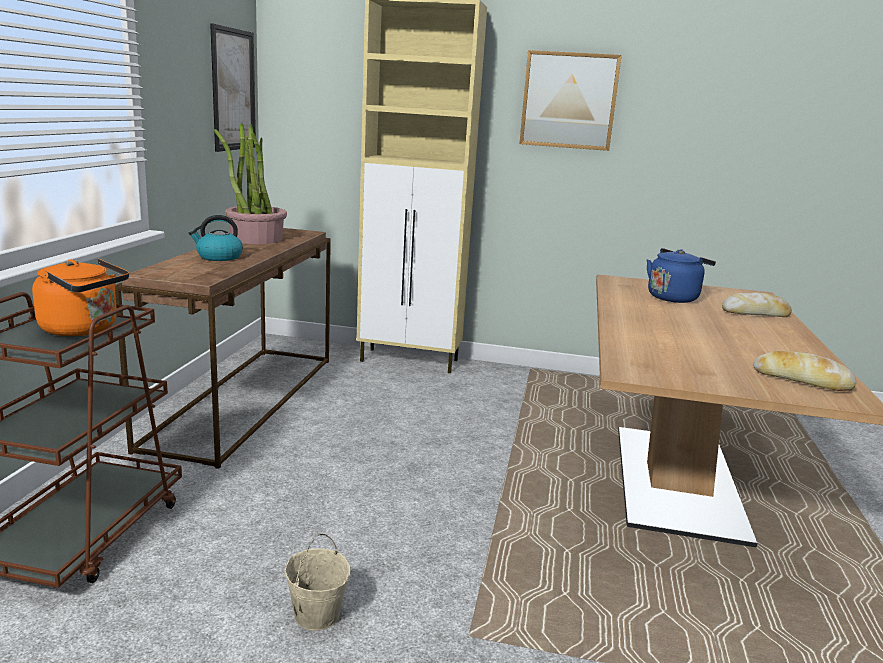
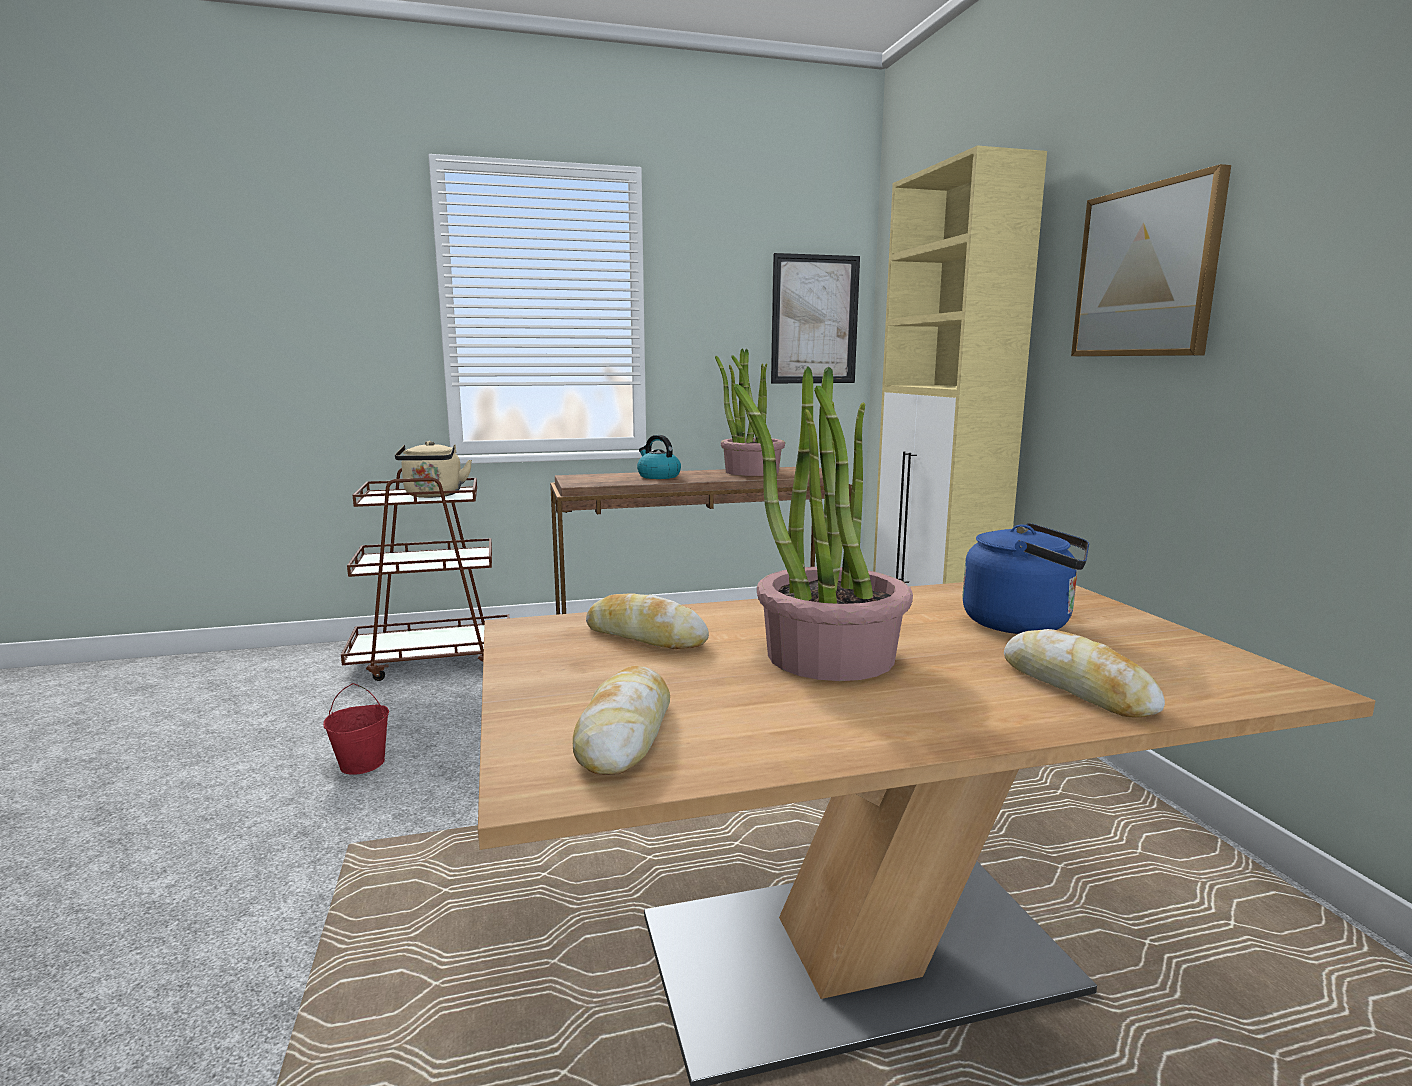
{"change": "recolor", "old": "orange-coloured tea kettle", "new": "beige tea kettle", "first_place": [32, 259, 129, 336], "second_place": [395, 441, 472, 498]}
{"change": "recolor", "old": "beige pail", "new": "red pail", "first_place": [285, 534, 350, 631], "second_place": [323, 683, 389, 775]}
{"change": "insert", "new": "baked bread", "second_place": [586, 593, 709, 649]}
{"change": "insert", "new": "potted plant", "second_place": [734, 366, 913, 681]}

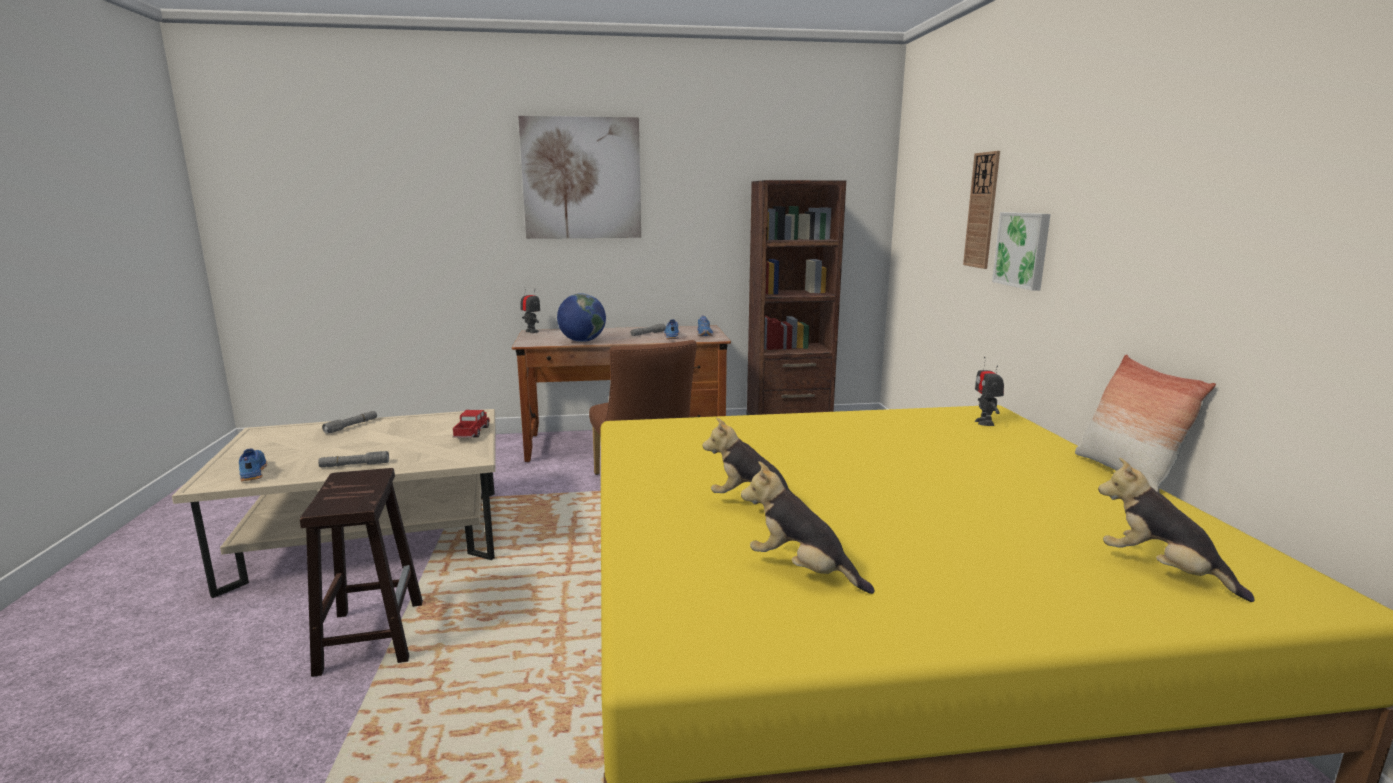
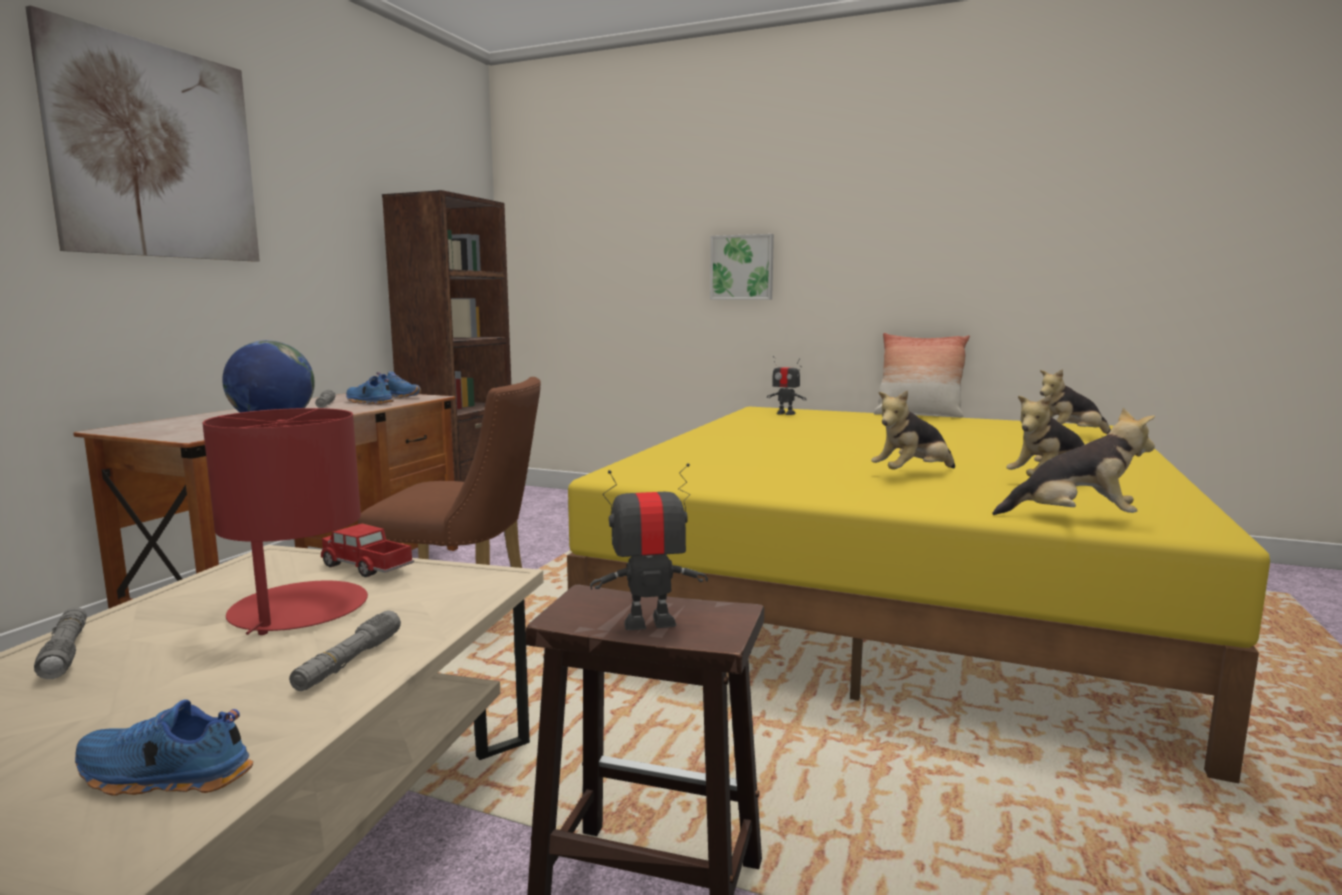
{"change": "move", "old": "toy robot", "first_place": [520, 288, 540, 333], "second_place": [590, 463, 708, 630]}
{"change": "delete", "old": "wall clock", "first_place": [963, 151, 1000, 269]}
{"change": "insert", "new": "red lamp for a table", "second_place": [202, 408, 368, 635]}
{"change": "insert", "new": "soft toy", "second_place": [992, 408, 1155, 515]}

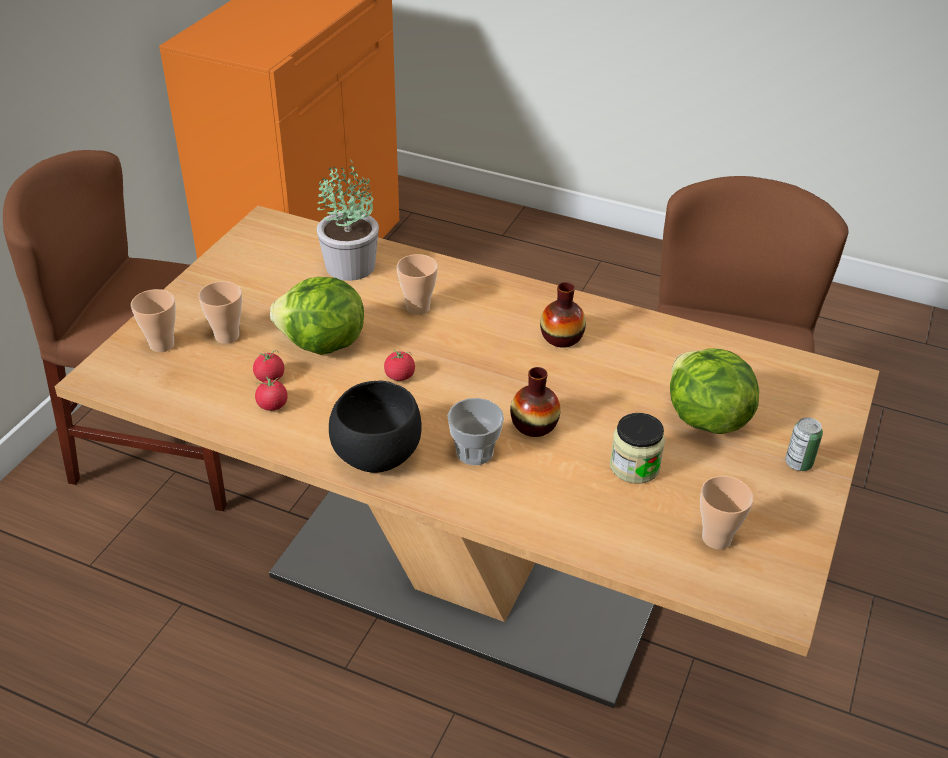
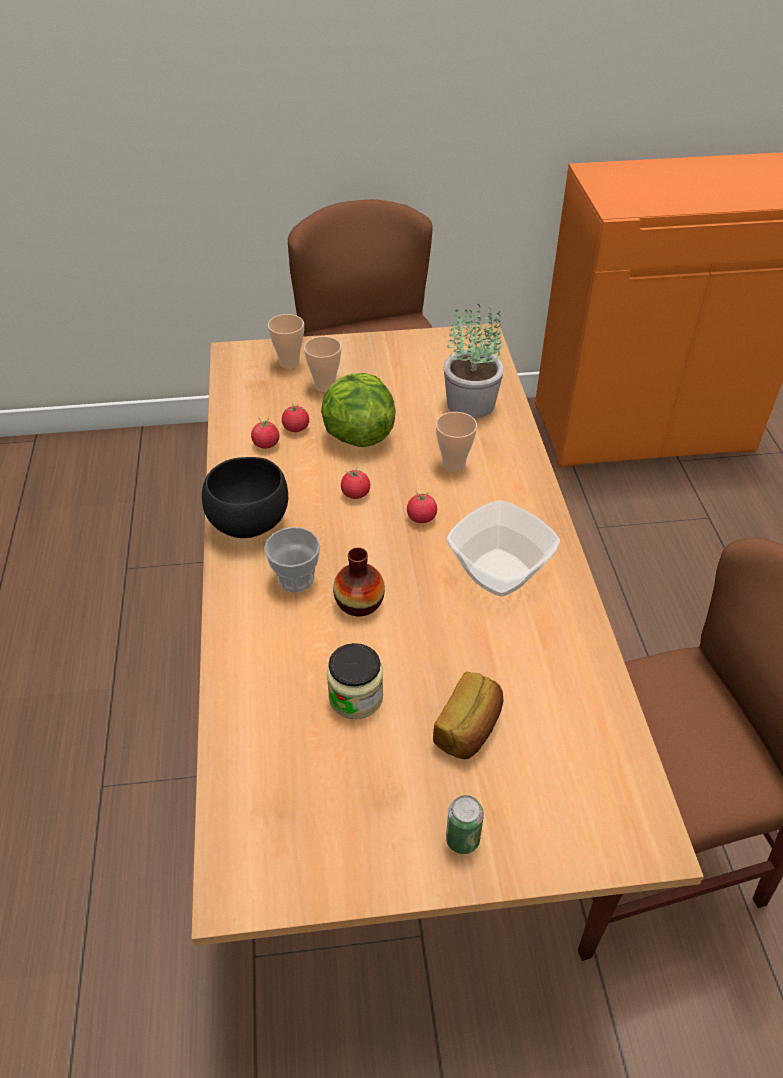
{"change": "replace", "old": "decorative vase", "new": "bowl", "first_place": [540, 282, 586, 348], "second_place": [446, 500, 560, 596]}
{"change": "replace", "old": "lettuce head", "new": "baked bread", "first_place": [670, 348, 759, 434], "second_place": [433, 672, 504, 759]}
{"change": "delete", "old": "cup", "first_place": [700, 476, 754, 549]}
{"change": "insert", "new": "tomato", "second_place": [407, 491, 437, 523]}

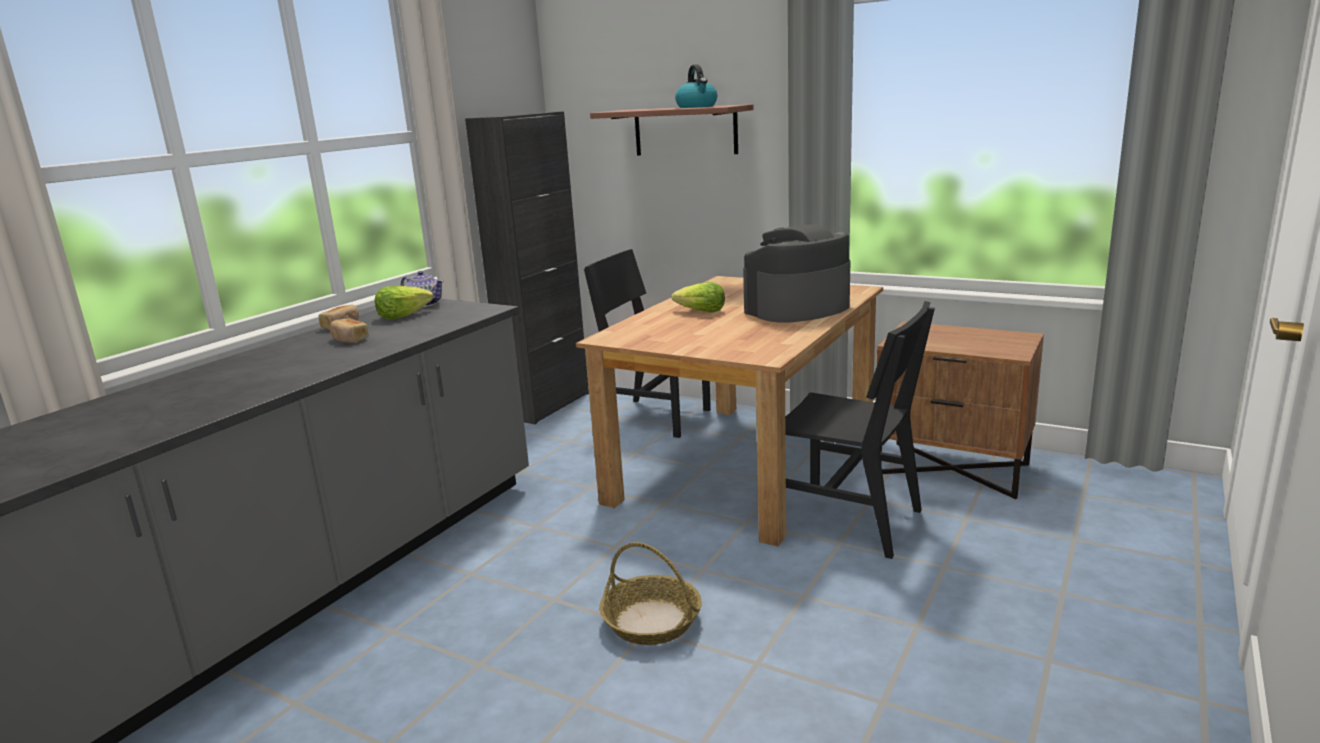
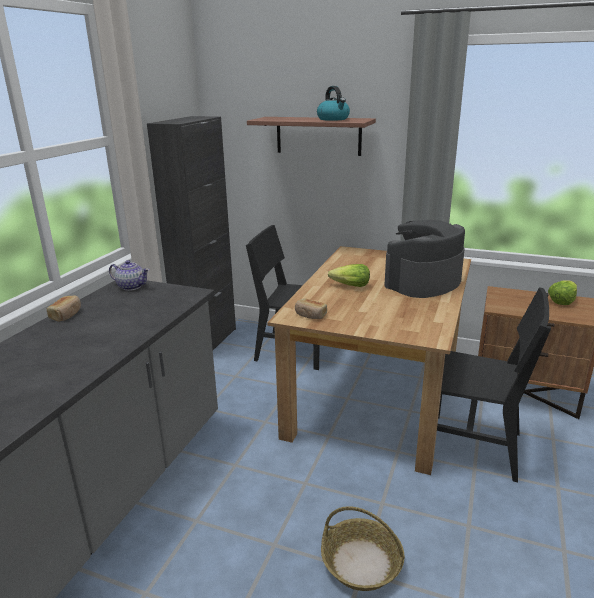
{"change": "move", "old": "baked bread", "first_place": [330, 318, 369, 343], "second_place": [295, 299, 327, 319]}
{"change": "move", "old": "lettuce head", "first_place": [375, 286, 433, 319], "second_place": [548, 280, 577, 305]}

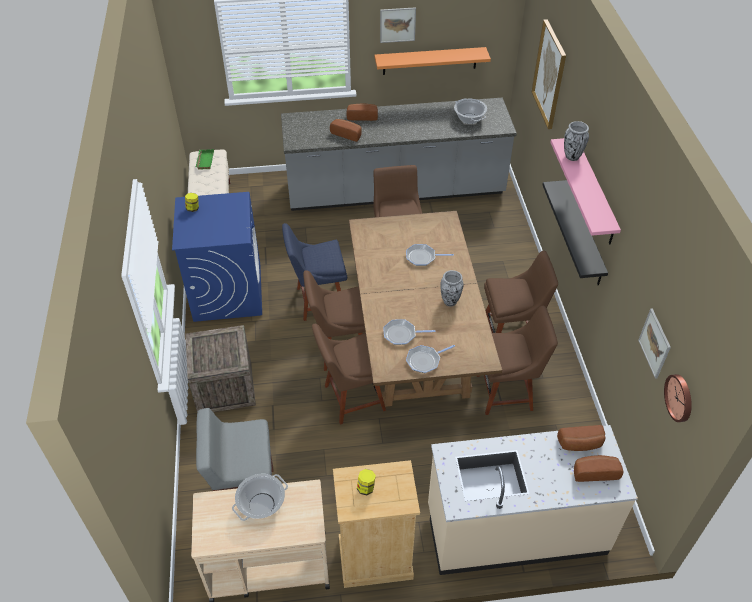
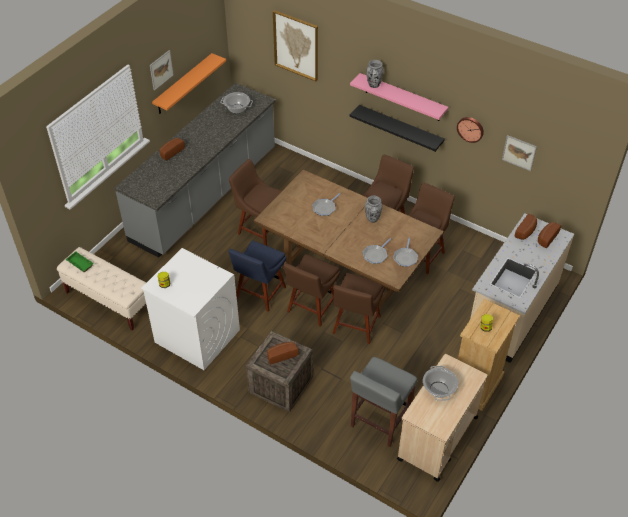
{"change": "recolor", "old": "blue-coloured laundry machine", "new": "white laundry machine", "first_place": [172, 192, 262, 322], "second_place": [141, 248, 240, 370]}
{"change": "move", "old": "baked bread", "first_place": [330, 119, 362, 142], "second_place": [267, 342, 299, 364]}
{"change": "move", "old": "wall clock", "first_place": [664, 374, 692, 422], "second_place": [457, 117, 484, 143]}

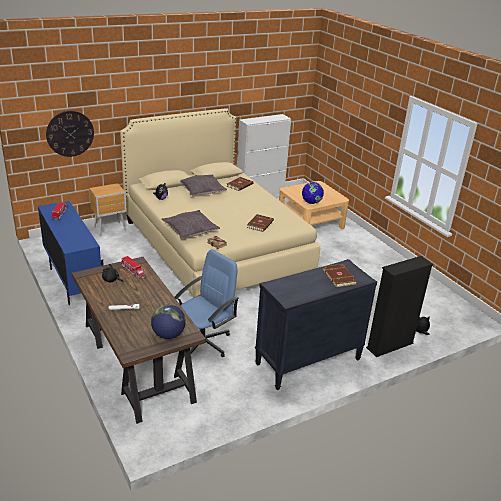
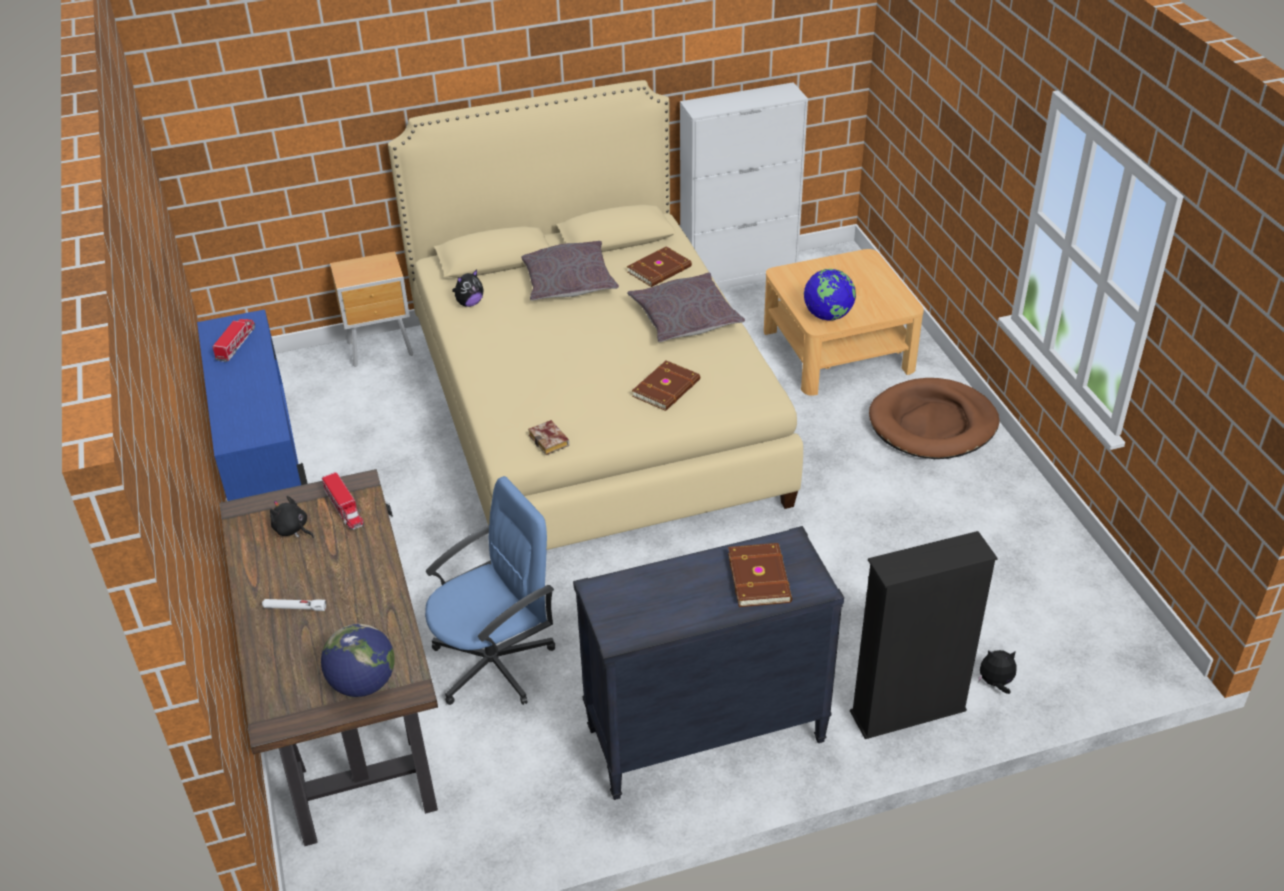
{"change": "delete", "old": "wall clock", "first_place": [46, 111, 94, 157]}
{"change": "move", "old": "greyish cushion", "first_place": [161, 210, 220, 239], "second_place": [627, 272, 745, 342]}
{"change": "insert", "new": "brown dog bed", "second_place": [869, 378, 999, 459]}

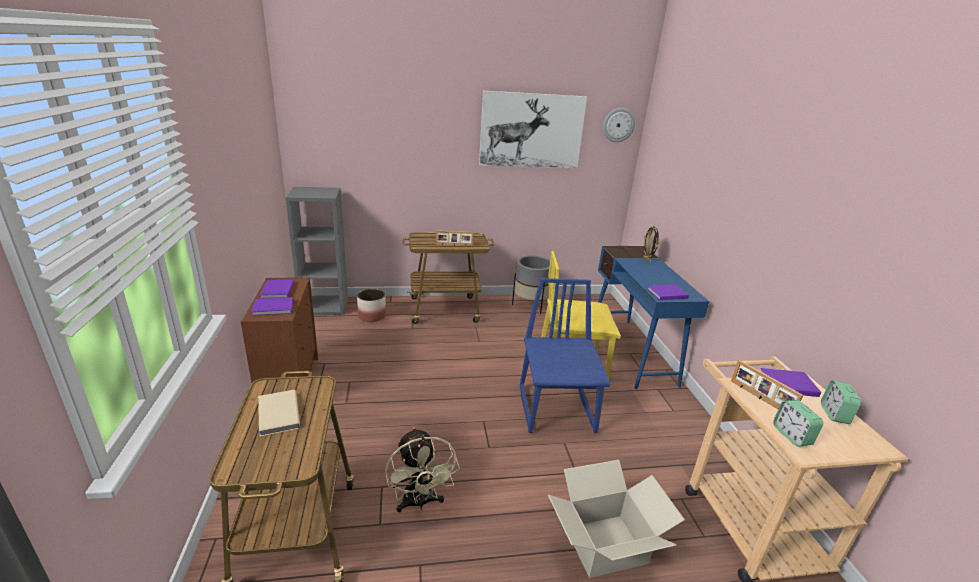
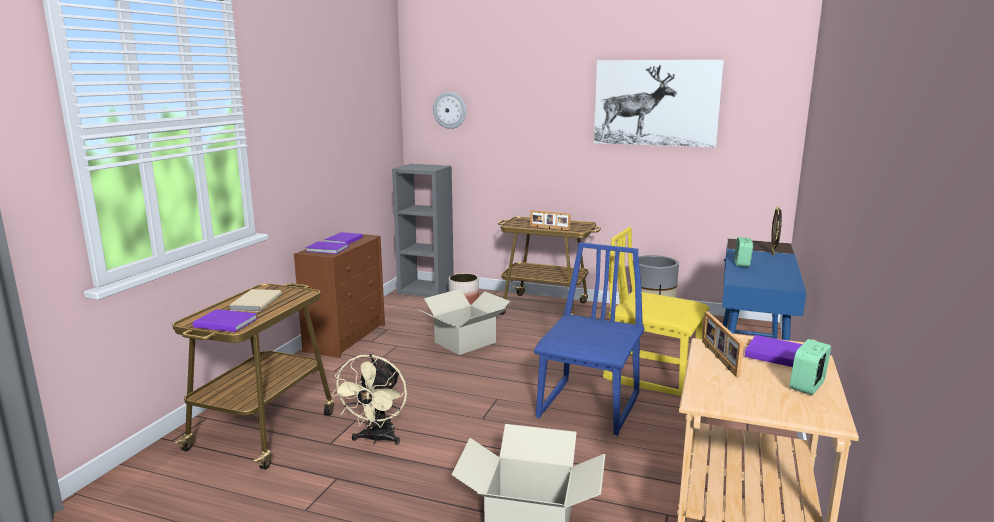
{"change": "move", "old": "wall clock", "first_place": [603, 108, 635, 142], "second_place": [433, 92, 466, 129]}
{"change": "move", "old": "purple book", "first_place": [647, 284, 689, 300], "second_place": [193, 309, 258, 332]}
{"change": "move", "old": "table clock", "first_place": [773, 400, 823, 447], "second_place": [734, 237, 753, 267]}
{"change": "insert", "new": "carton", "second_place": [419, 289, 510, 355]}

